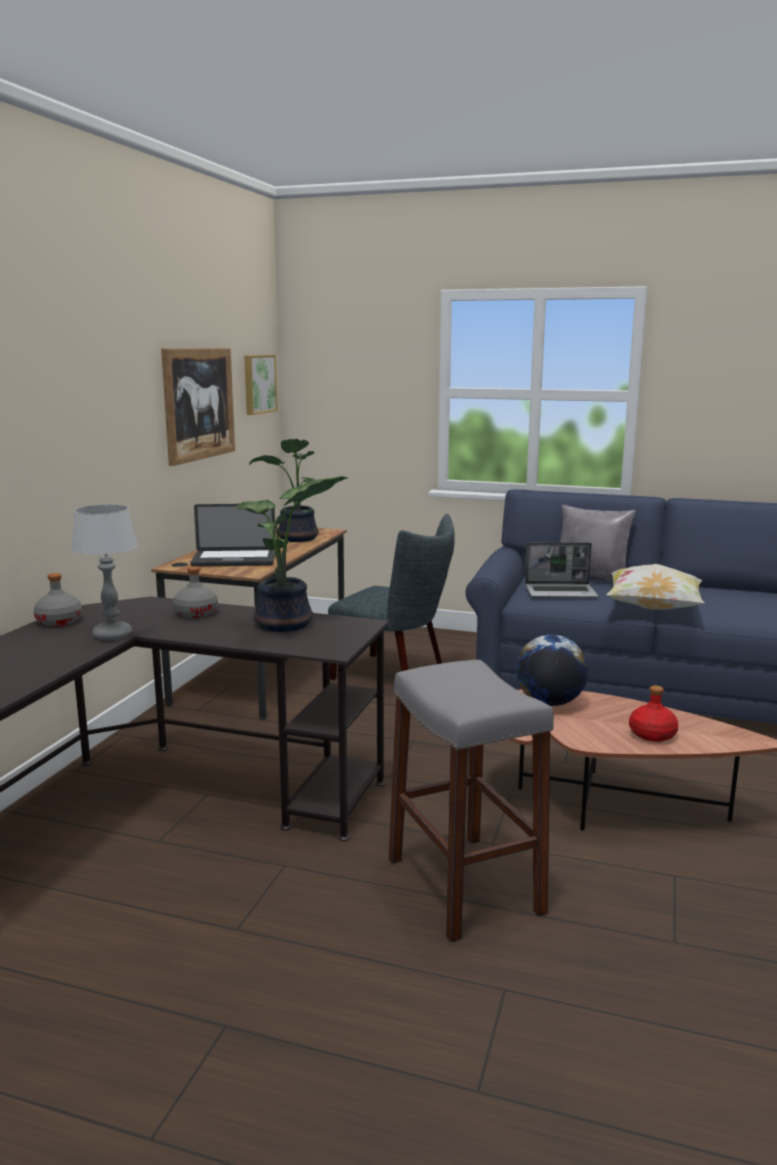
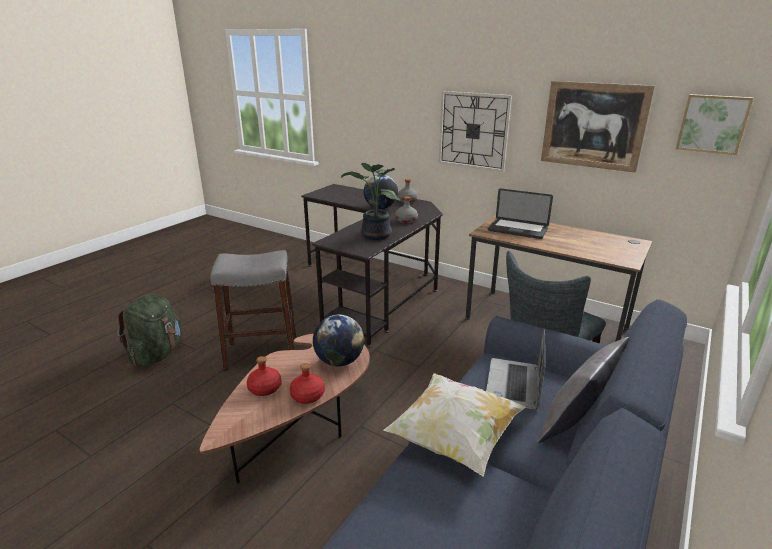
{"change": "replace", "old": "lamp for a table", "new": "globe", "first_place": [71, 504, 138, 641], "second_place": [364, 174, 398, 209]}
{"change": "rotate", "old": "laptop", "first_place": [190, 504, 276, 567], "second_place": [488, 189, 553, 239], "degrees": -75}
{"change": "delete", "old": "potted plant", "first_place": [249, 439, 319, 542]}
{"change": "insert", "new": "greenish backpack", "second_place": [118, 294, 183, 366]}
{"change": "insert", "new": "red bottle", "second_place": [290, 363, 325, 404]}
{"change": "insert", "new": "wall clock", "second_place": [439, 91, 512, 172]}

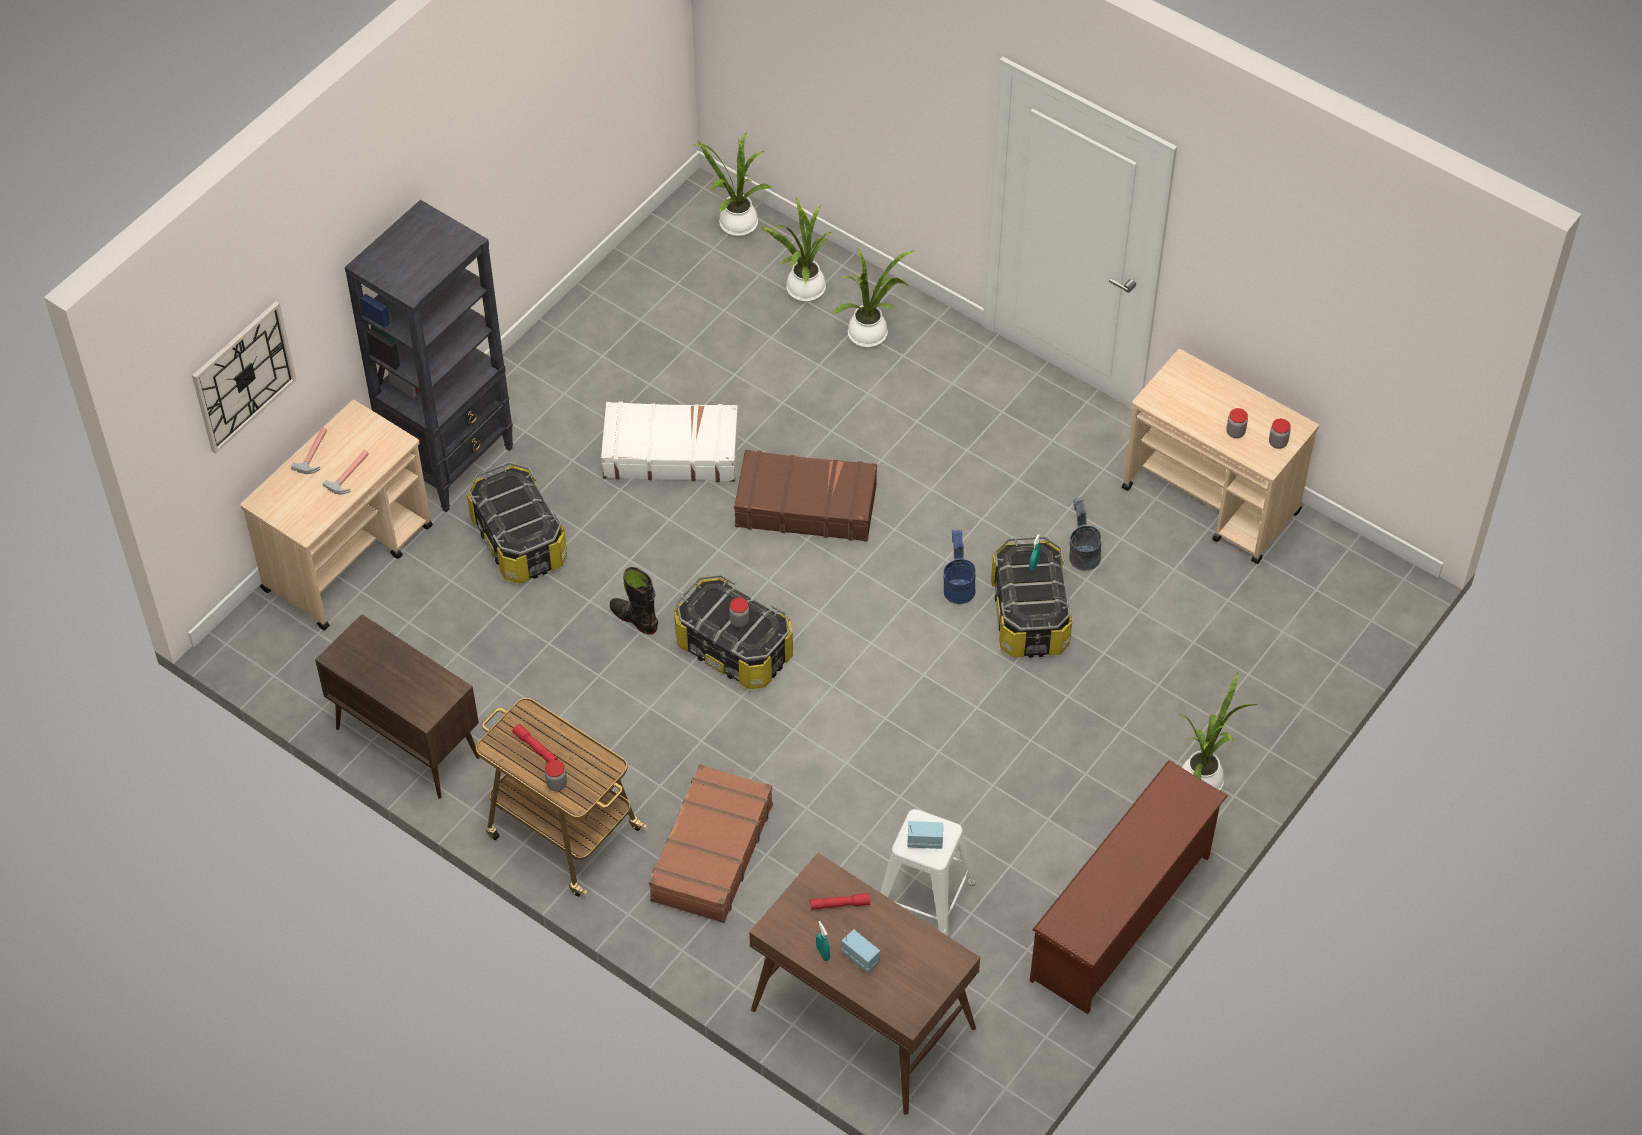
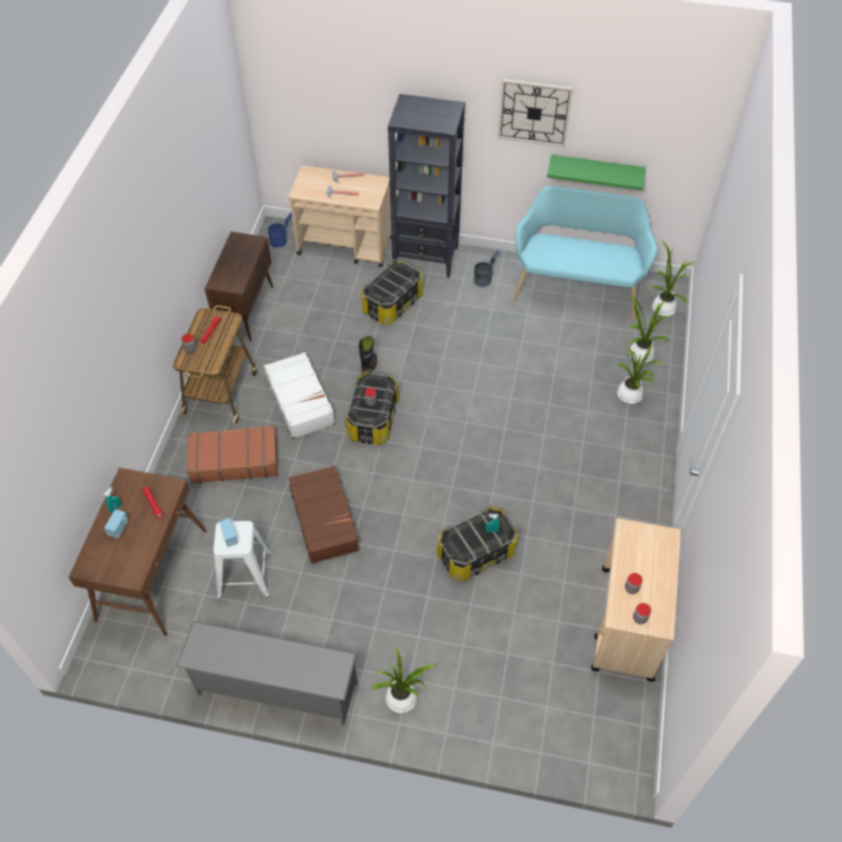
{"change": "move", "old": "wall clock", "first_place": [192, 301, 296, 454], "second_place": [498, 79, 573, 147]}
{"change": "move", "old": "white travel case", "first_place": [601, 402, 738, 482], "second_place": [264, 352, 335, 439]}
{"change": "move", "old": "brown travel case", "first_place": [734, 450, 877, 542], "second_place": [288, 466, 360, 564]}
{"change": "move", "old": "blue-coloured pail", "first_place": [943, 529, 976, 604], "second_place": [268, 212, 292, 248]}
{"change": "recolor", "old": "brown shoe rack", "new": "greyish shoe rack", "first_place": [1030, 760, 1228, 1014], "second_place": [176, 621, 358, 726]}
{"change": "move", "old": "greyish pail", "first_place": [1069, 497, 1101, 571], "second_place": [474, 249, 501, 287]}
{"change": "insert", "new": "turquoise-coloured indoor bench", "second_place": [513, 186, 657, 321]}
{"change": "insert", "new": "greenish wall shelf", "second_place": [547, 155, 645, 190]}

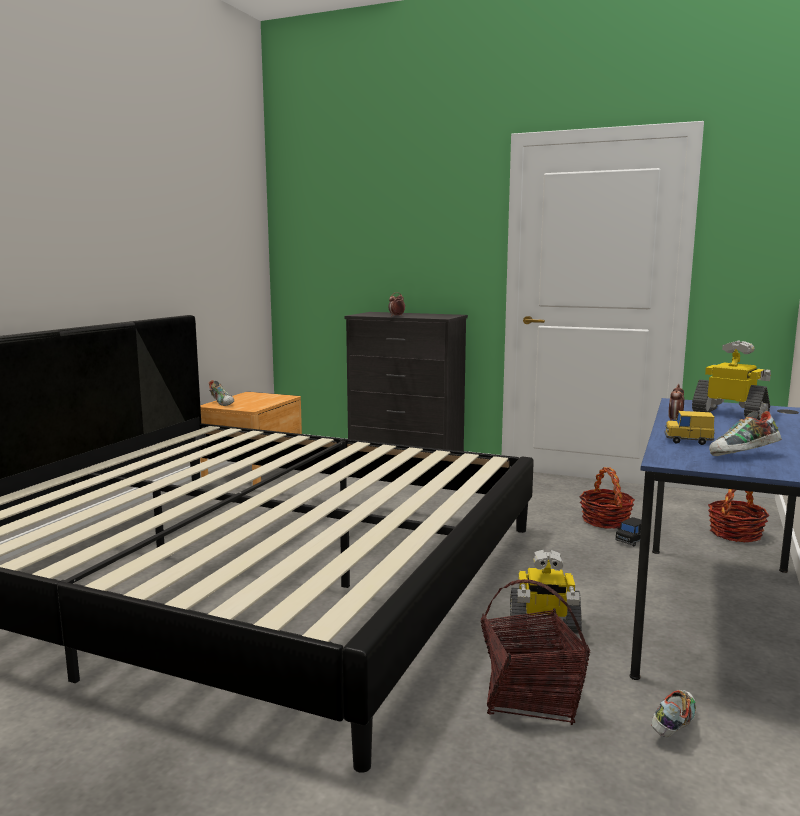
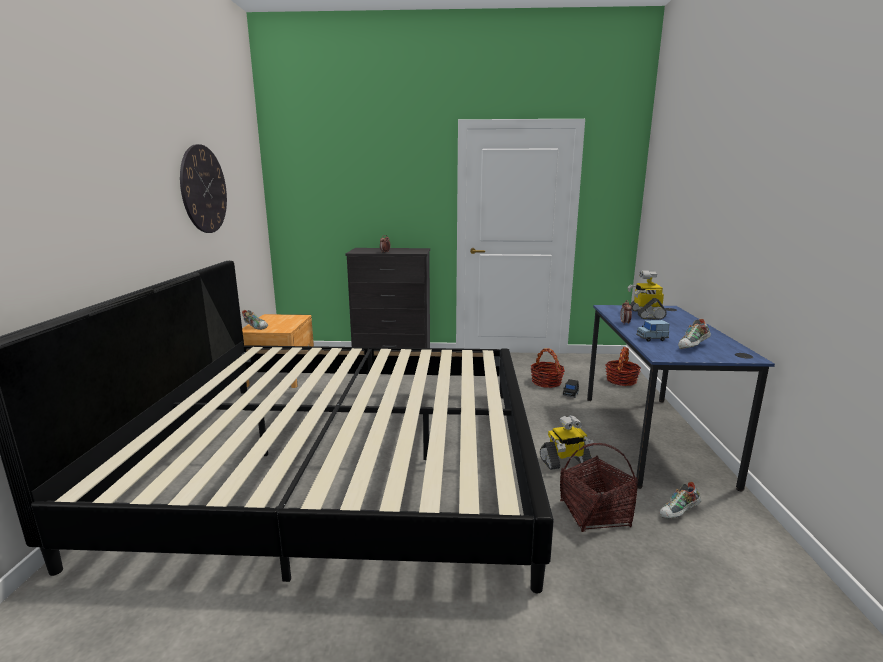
{"change": "rotate", "old": "item of footwear", "first_place": [651, 690, 696, 737], "second_place": [660, 482, 701, 519], "degrees": -135}
{"change": "recolor", "old": "yellow-coloured miniature car", "new": "blue-coloured miniature car", "first_place": [664, 411, 715, 445], "second_place": [636, 320, 669, 342]}
{"change": "rotate", "old": "toy robot", "first_place": [692, 341, 771, 420], "second_place": [628, 270, 667, 320], "degrees": -105}
{"change": "insert", "new": "wall clock", "second_place": [180, 144, 227, 233]}

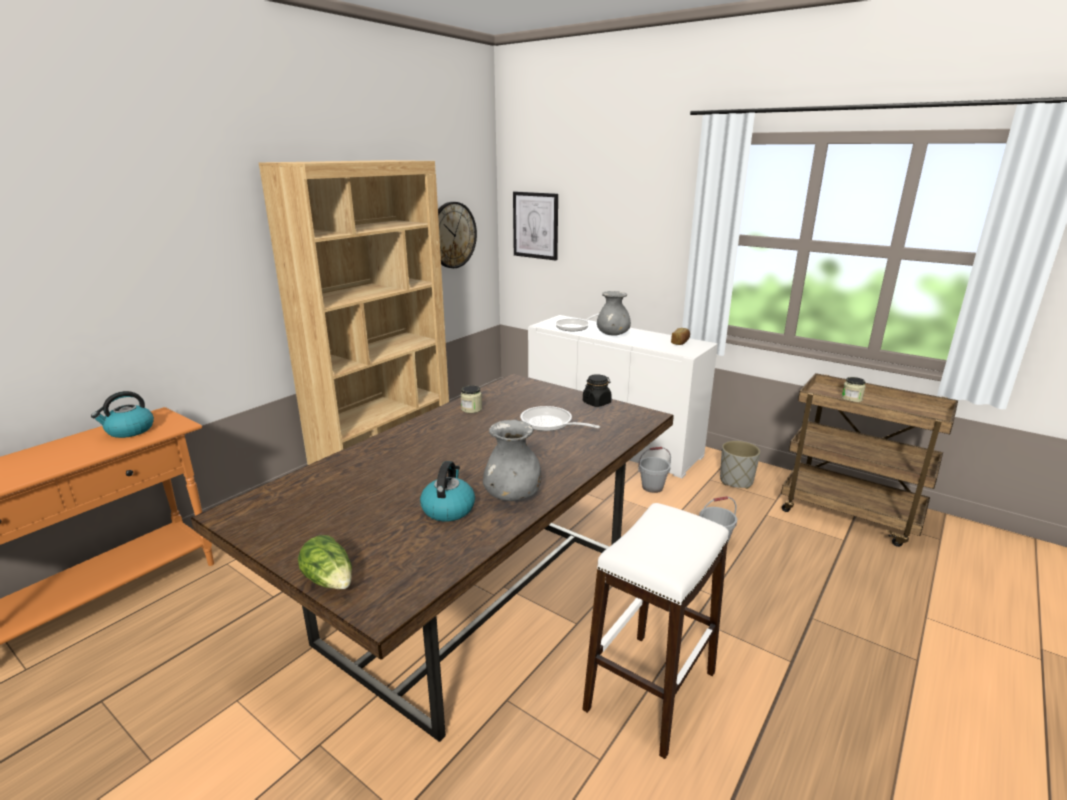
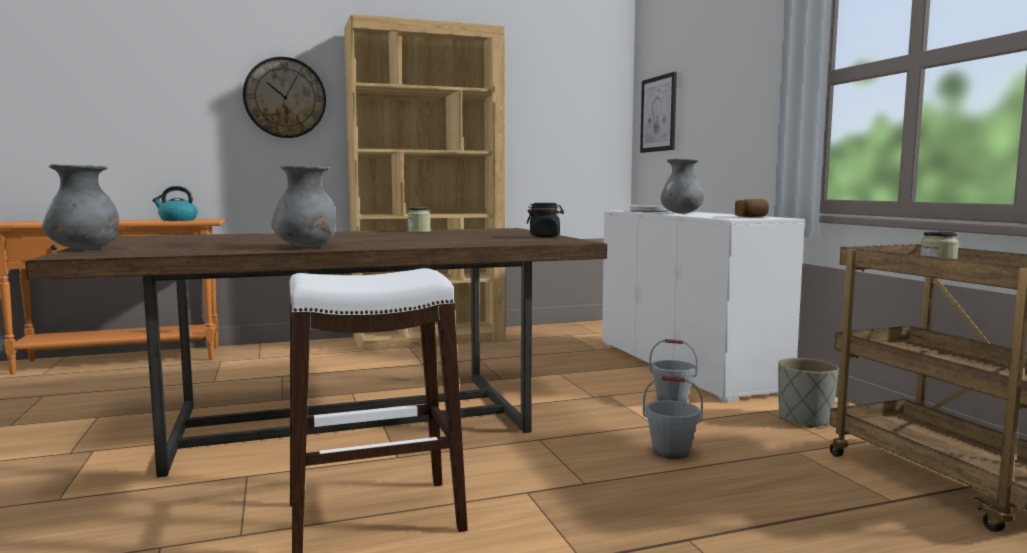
{"change": "replace", "old": "lettuce head", "new": "greyish decorative vase", "first_place": [298, 535, 352, 589], "second_place": [42, 164, 119, 249]}
{"change": "delete", "old": "tea kettle", "first_place": [420, 461, 475, 521]}
{"change": "move", "old": "wall clock", "first_place": [438, 202, 477, 268], "second_place": [243, 57, 326, 138]}
{"change": "delete", "old": "frying pan", "first_place": [520, 406, 600, 431]}

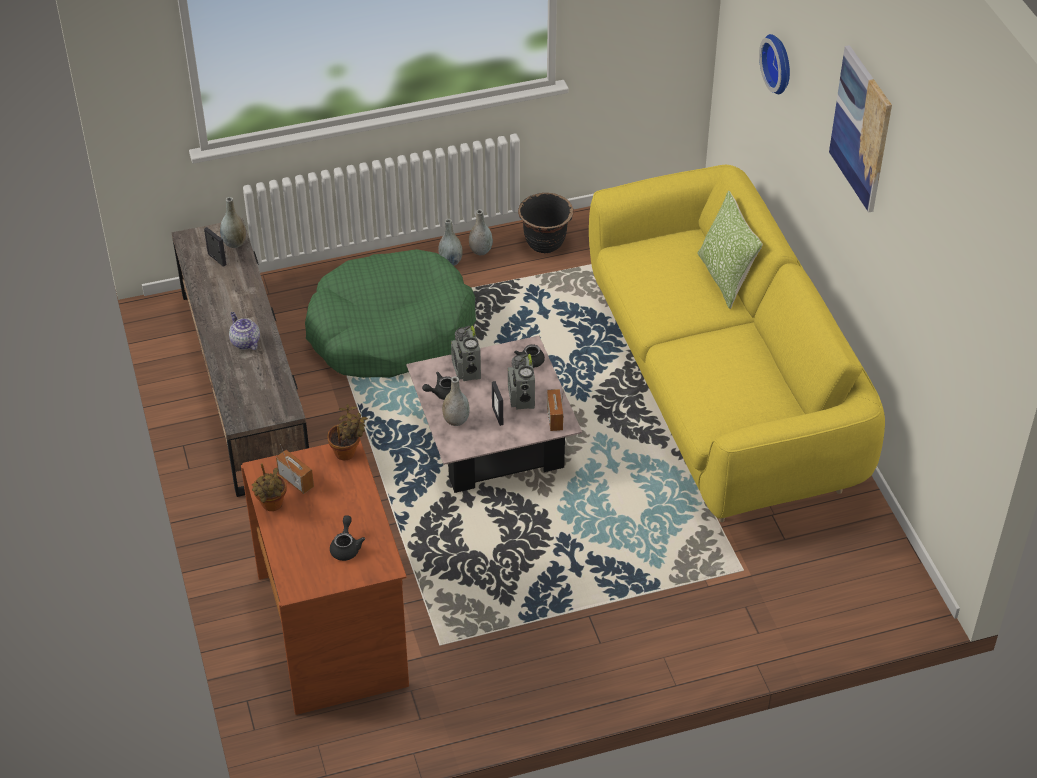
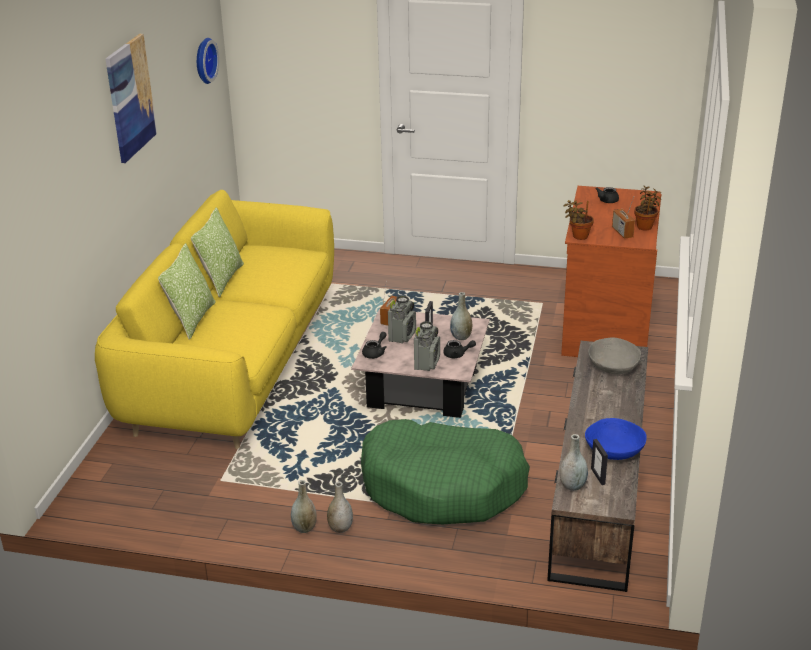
{"change": "delete", "old": "teapot", "first_place": [229, 312, 260, 350]}
{"change": "delete", "old": "black-coloured plant pot", "first_place": [518, 193, 574, 253]}
{"change": "move", "old": "wall clock", "first_place": [759, 34, 790, 94], "second_place": [197, 38, 219, 84]}
{"change": "insert", "new": "cushion", "second_place": [191, 207, 244, 297]}
{"change": "insert", "new": "blue-coloured bowl", "second_place": [585, 418, 647, 460]}
{"change": "insert", "new": "greyish bowl", "second_place": [588, 337, 641, 374]}

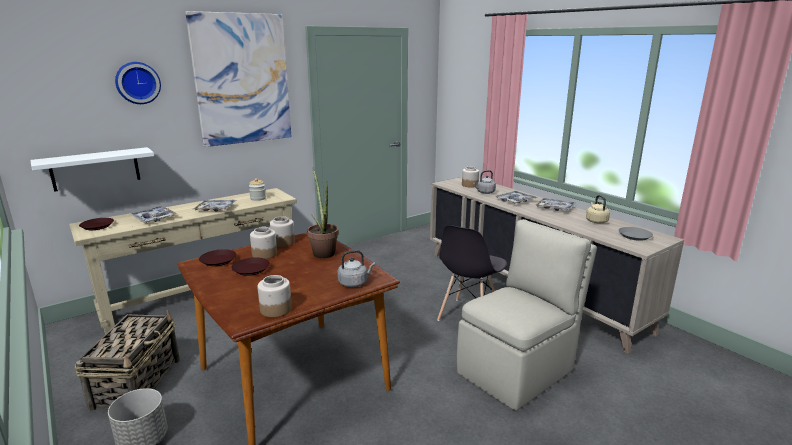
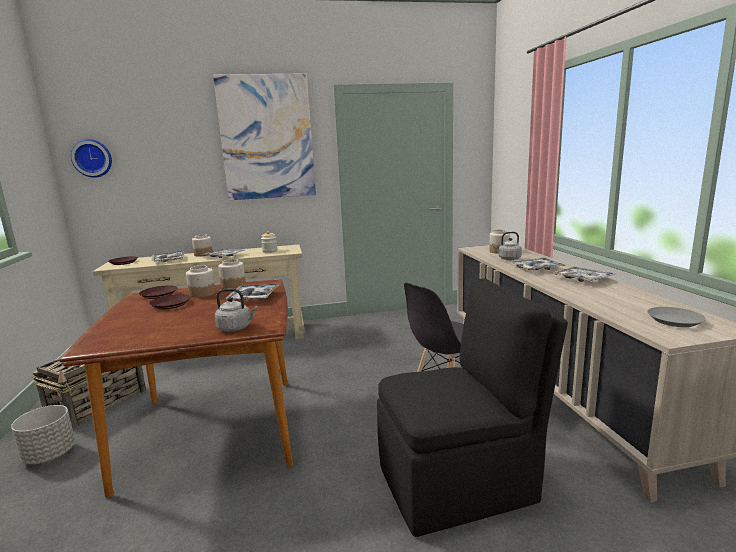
{"change": "delete", "old": "white wall shelf", "first_place": [30, 147, 154, 192]}
{"change": "move", "old": "wall clock", "first_place": [115, 62, 161, 104], "second_place": [71, 139, 112, 178]}
{"change": "move", "old": "preserve jar", "first_place": [257, 275, 292, 317], "second_place": [192, 234, 213, 257]}
{"change": "replace", "old": "potted plant", "new": "carrying tray", "first_place": [307, 167, 339, 259], "second_place": [225, 284, 280, 302]}
{"change": "recolor", "old": "beige upright chair", "new": "black-coloured upright chair", "first_place": [457, 219, 597, 410], "second_place": [377, 279, 568, 537]}
{"change": "delete", "old": "beige tea kettle", "first_place": [586, 195, 610, 223]}

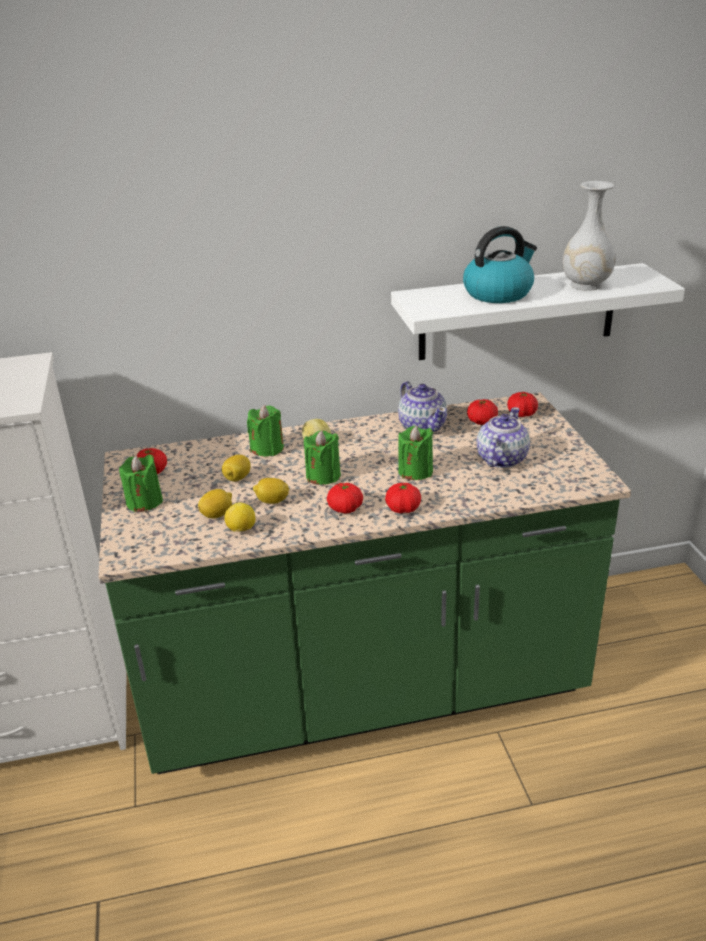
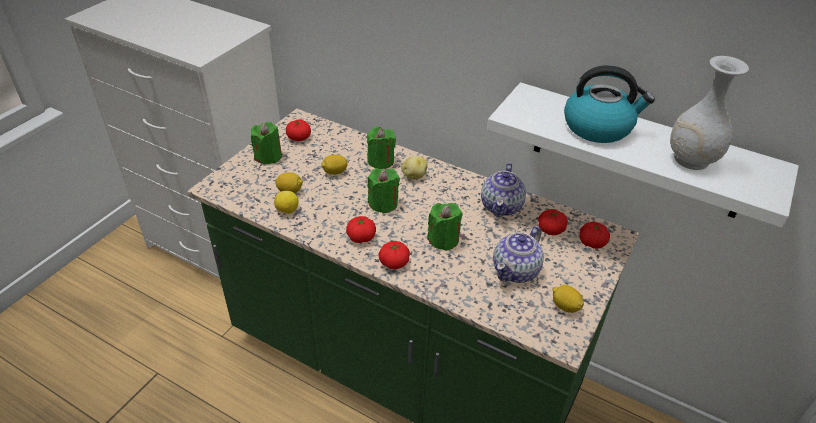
{"change": "move", "old": "citrus fruit", "first_place": [253, 478, 289, 504], "second_place": [553, 285, 584, 313]}
{"change": "rotate", "old": "teapot", "first_place": [477, 407, 530, 468], "second_place": [493, 226, 544, 283], "degrees": 150}

